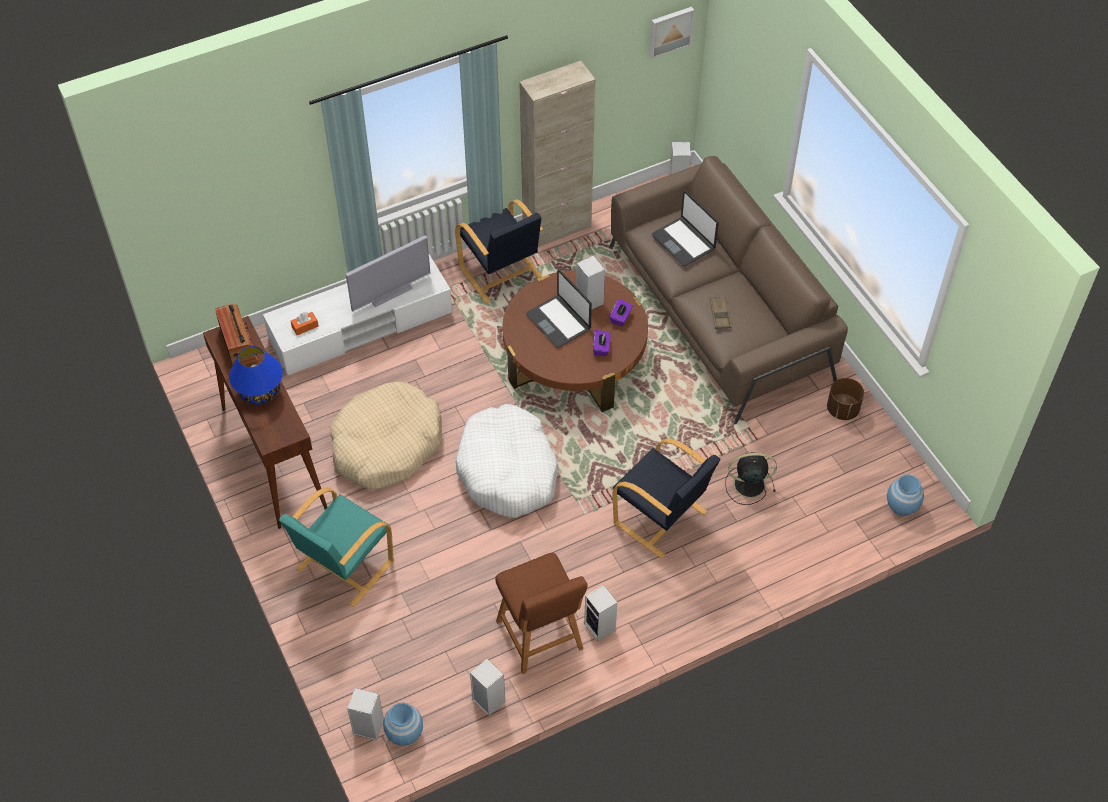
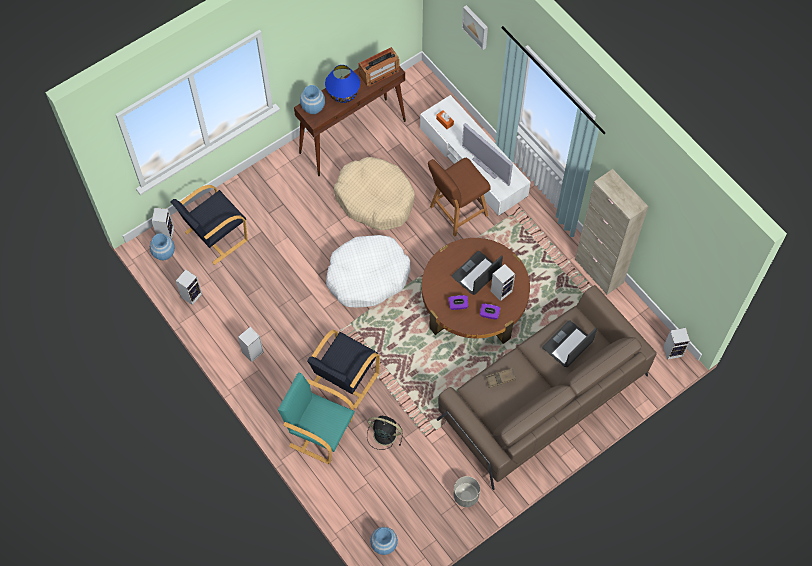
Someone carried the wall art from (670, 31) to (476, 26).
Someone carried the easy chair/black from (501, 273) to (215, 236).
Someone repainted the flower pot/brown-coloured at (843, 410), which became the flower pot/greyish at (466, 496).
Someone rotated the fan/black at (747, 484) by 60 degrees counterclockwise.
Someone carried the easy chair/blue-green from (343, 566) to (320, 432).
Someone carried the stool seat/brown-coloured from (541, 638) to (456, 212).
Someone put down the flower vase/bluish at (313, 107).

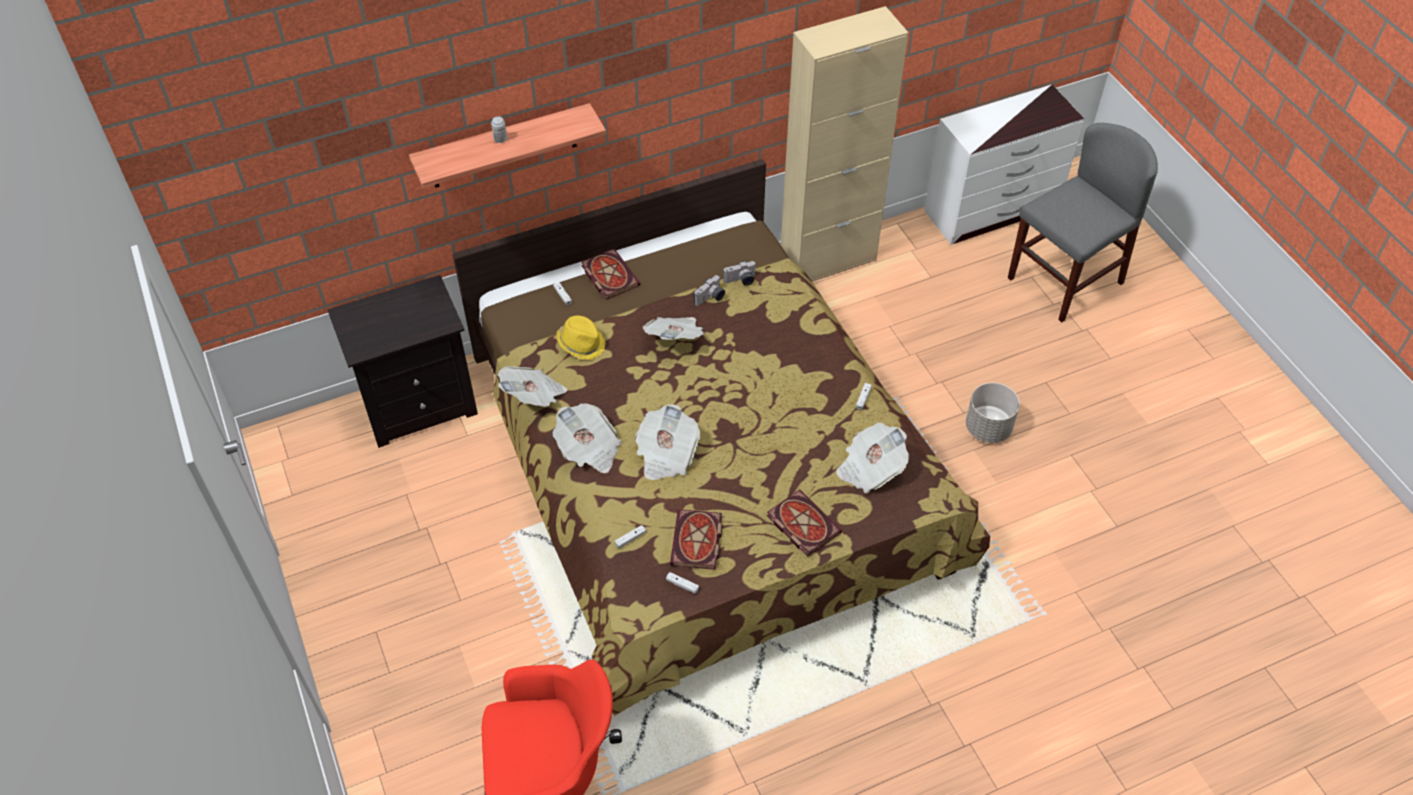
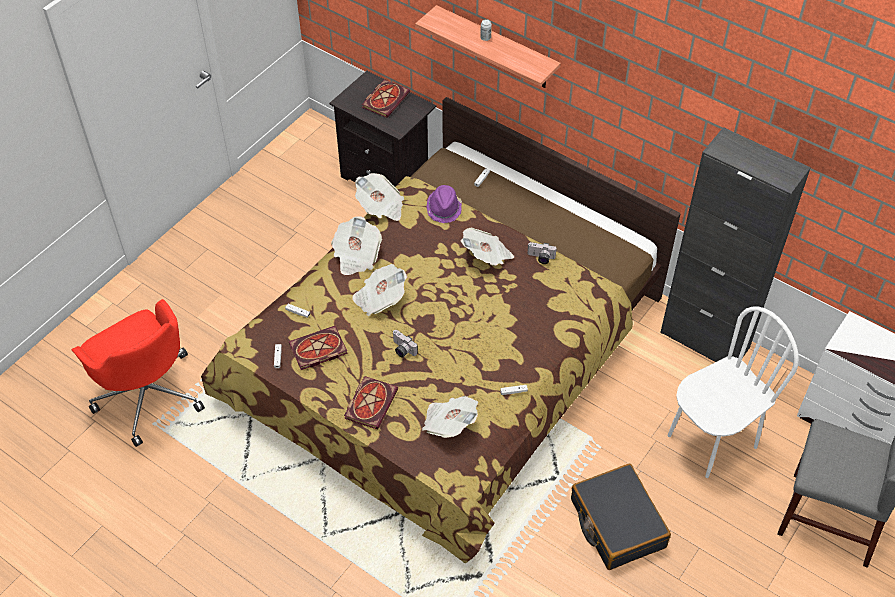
Someone repainted the storage cabinet/sand-coloured at (828, 261), which became the storage cabinet/black at (704, 340).
Someone carried the book from (608, 275) to (385, 99).
Someone carried the still camera from (740, 281) to (402, 350).
Someone repainted the wearable hat/yellow-coloured at (581, 343), which became the wearable hat/purple-coloured at (444, 208).
Someone swapped the flower pot/greyish at (988, 428) for the travel case/black at (617, 523).
Someone put down the plain chair/white-coloured at (711, 440).

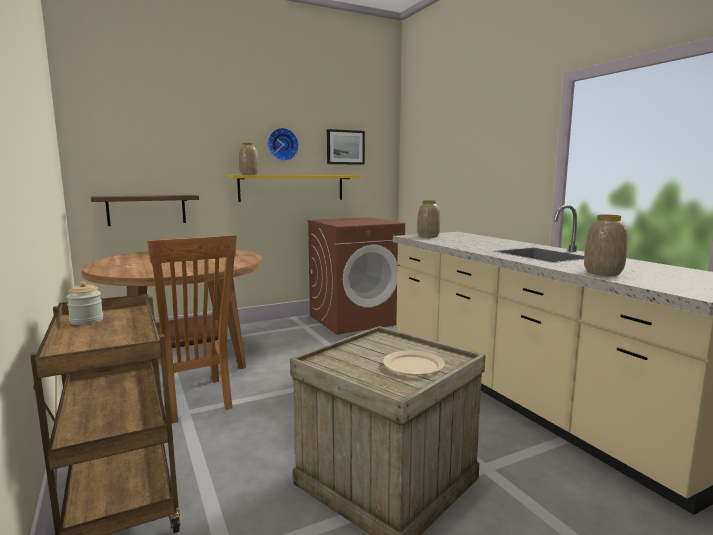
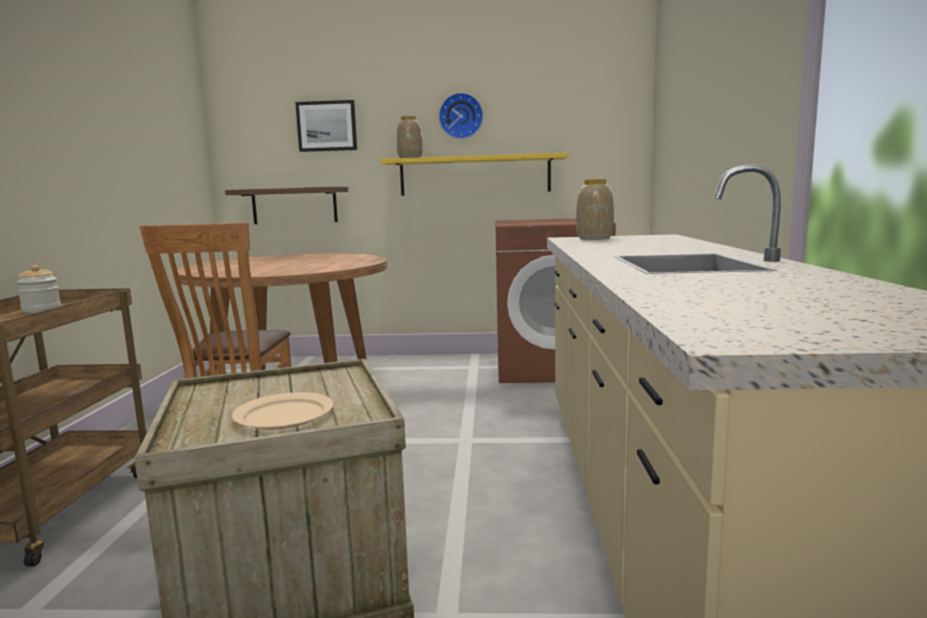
Someone carried the wall art from (345, 147) to (327, 126).
Someone took away the flower vase at (603, 273).

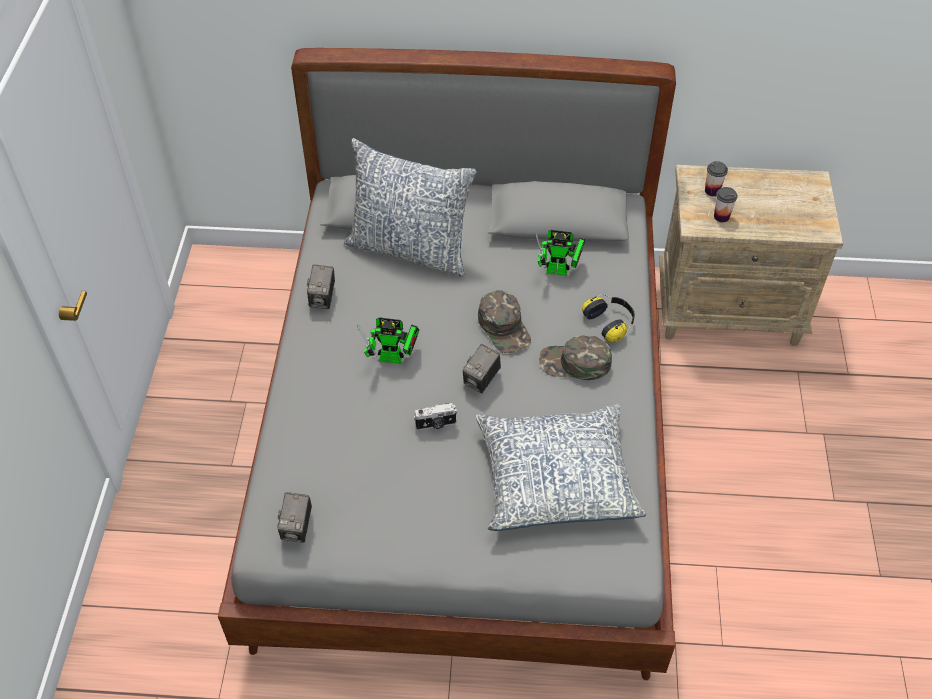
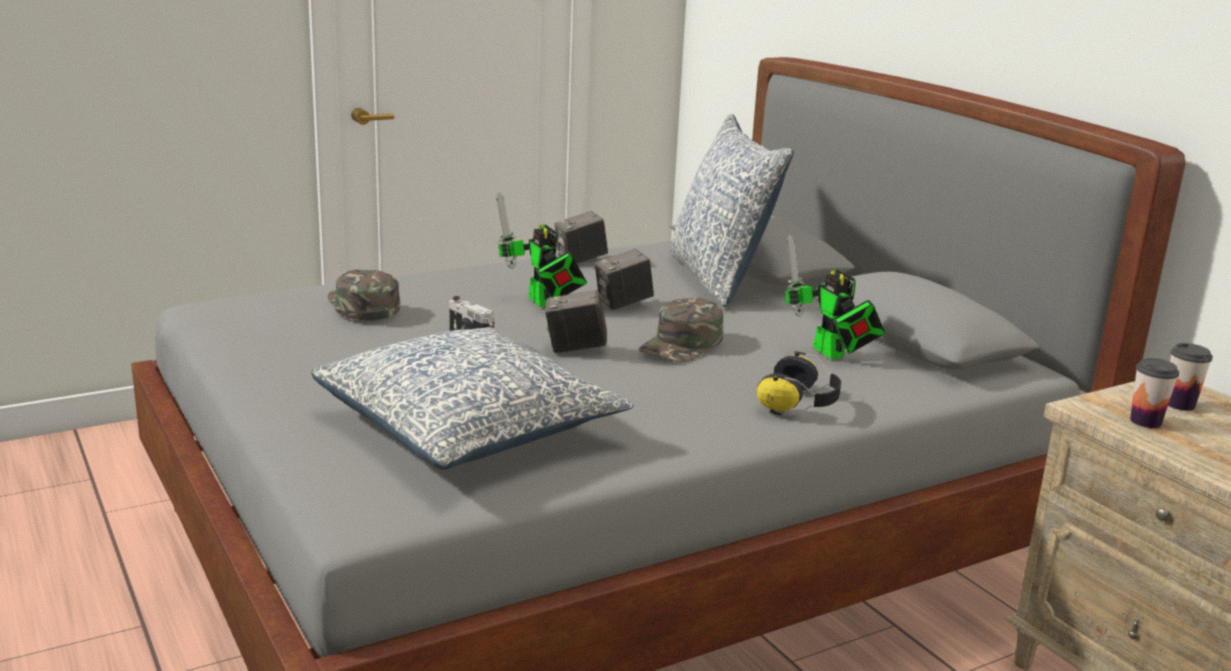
Someone carried the baseball cap/greenish from (574, 363) to (362, 305).
Someone carried the still camera from (297, 528) to (623, 304).

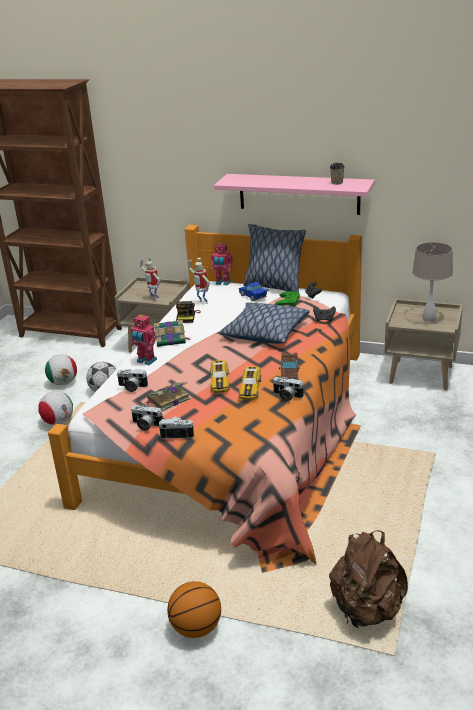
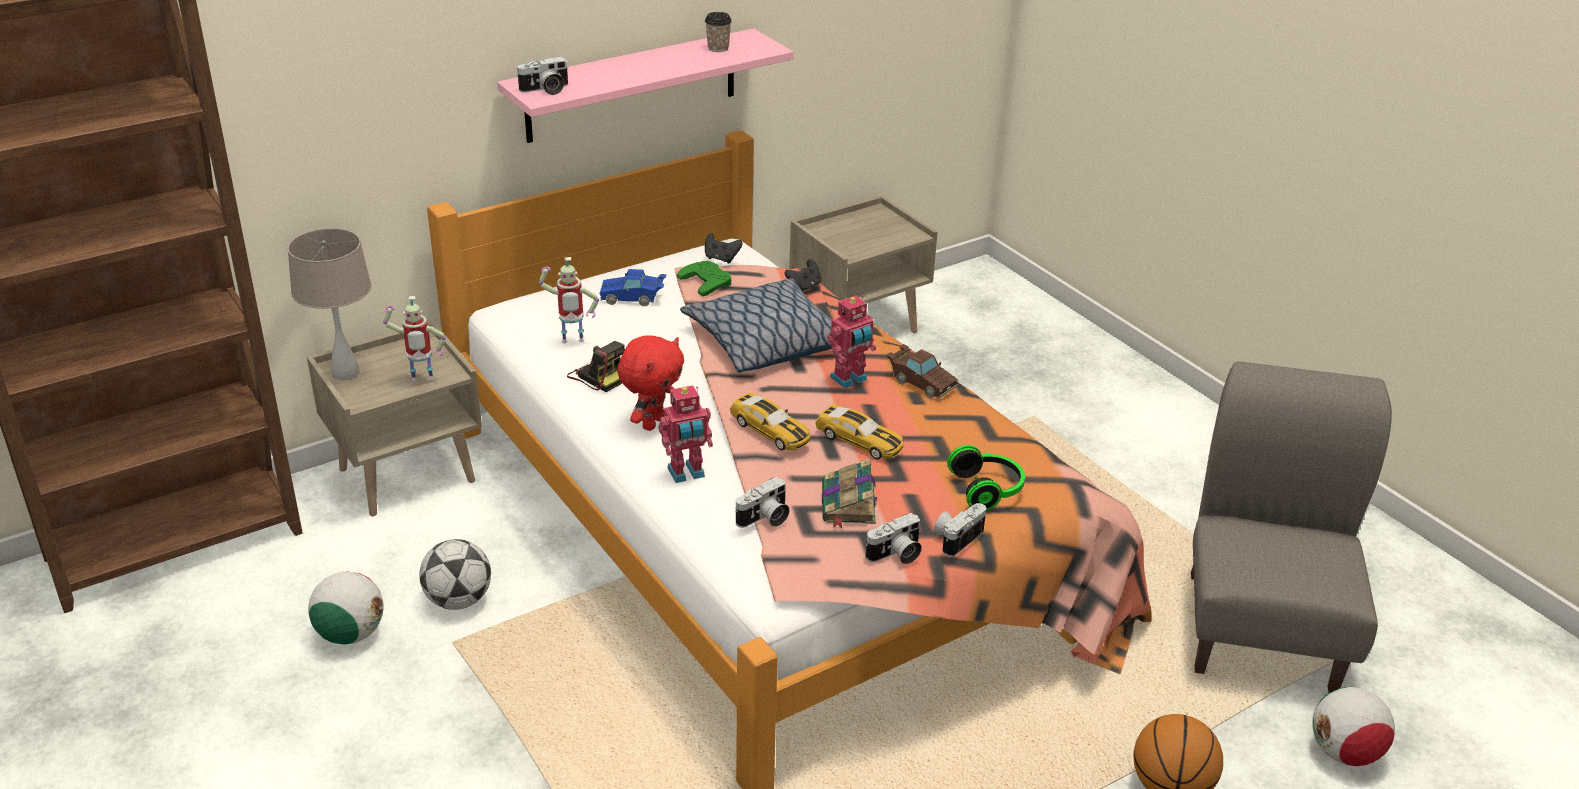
Someone took away the cushion at (273, 286).
Someone carried the table lamp/sand-coloured from (429, 318) to (345, 373).
Someone carried the model robot from (222, 283) to (850, 379).
Someone swapped the book at (171, 340) for the soft toy/reddish at (652, 422).
Someone carried the model car from (250, 388) to (771, 430).
Someone carried the still camera from (287, 396) to (546, 90).
Someone carried the football ball from (58, 422) to (1344, 753).
Someone swapped the rucksack/brown-coloured at (366, 610) for the plain chair/greyish at (1262, 630).
Someone put down the headphones at (988, 490).

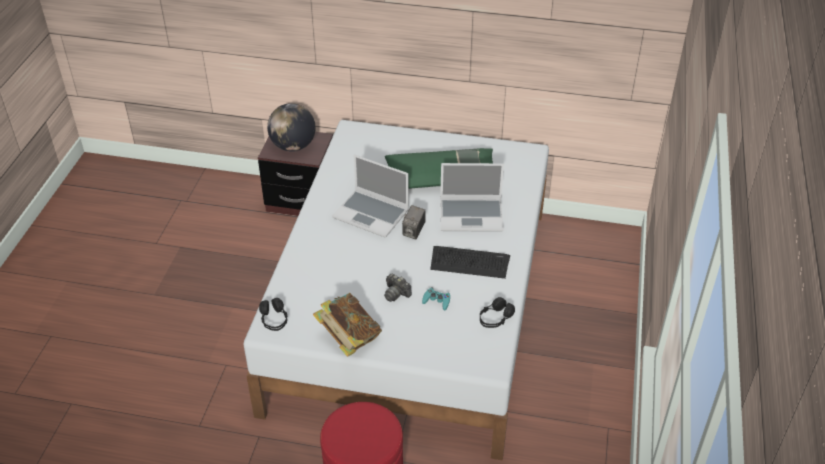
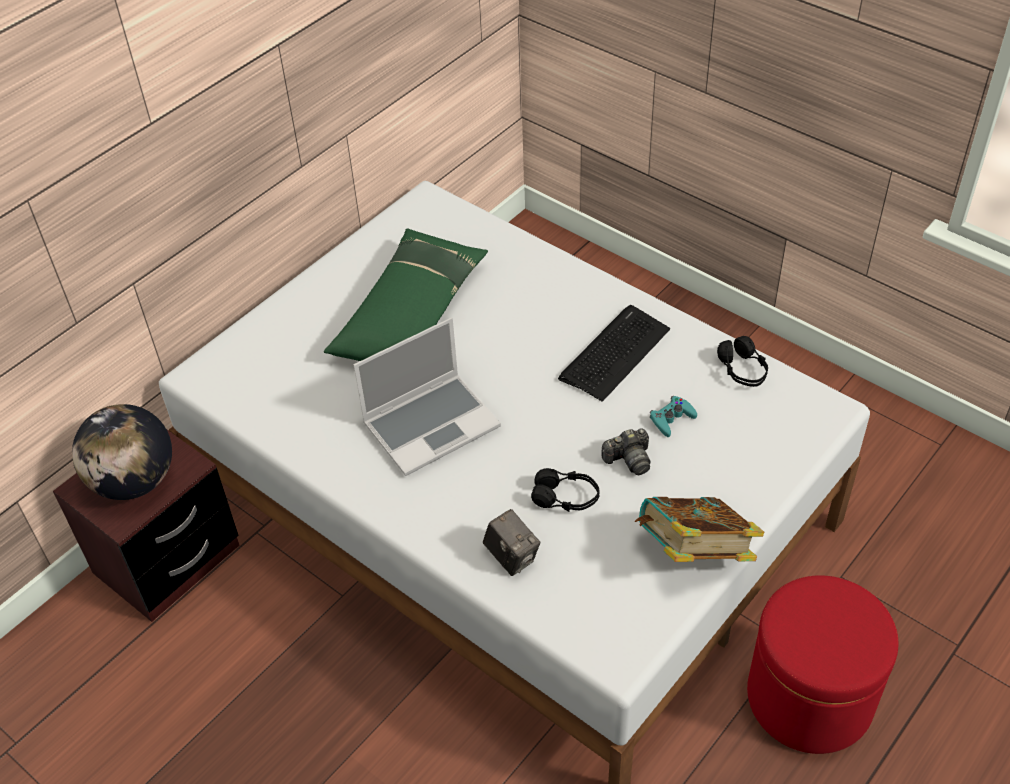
Someone took away the laptop at (472, 215).
Someone carried the still camera from (414, 232) to (511, 557).
Someone carried the headphones/black from (274, 320) to (566, 498).

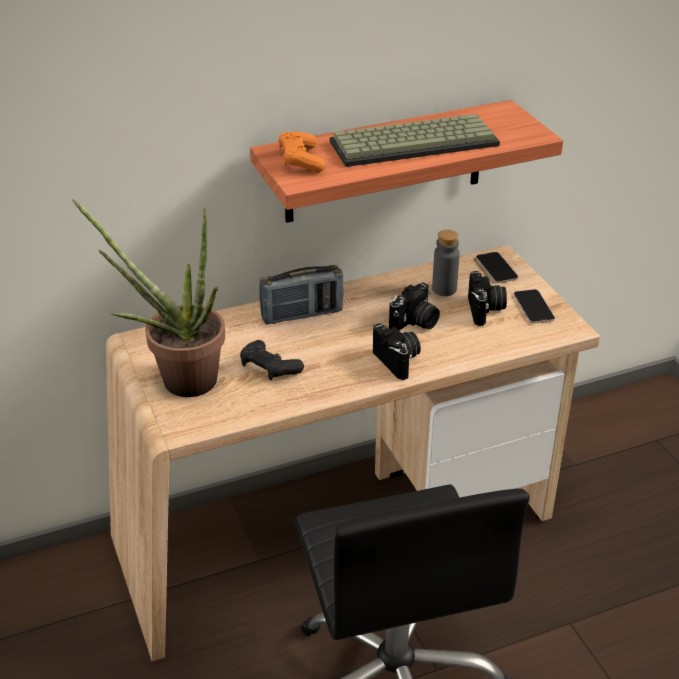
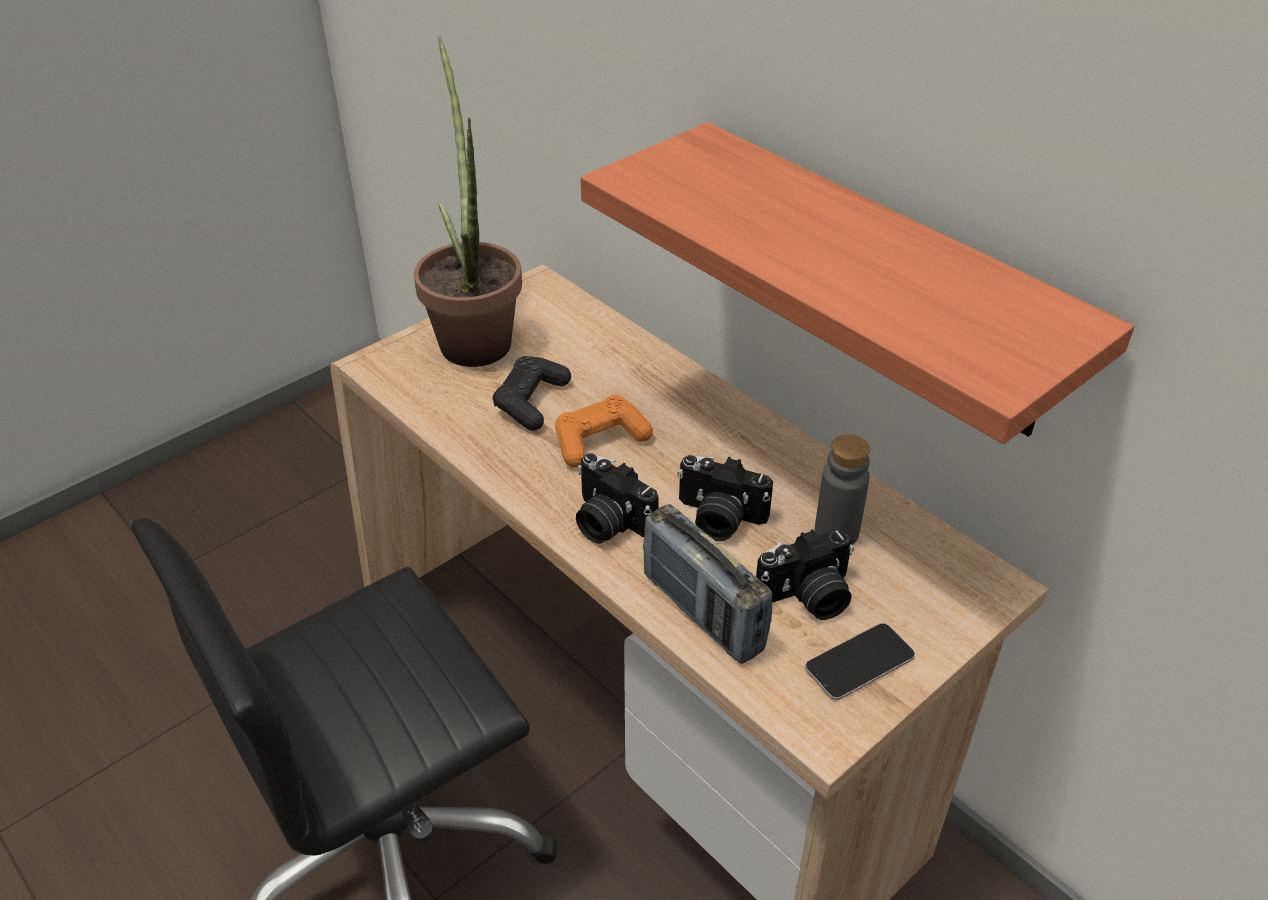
Someone took away the keyboard at (415, 142).
Someone carried the joypad/orange-coloured from (301, 160) to (600, 441).
Someone took away the telephone at (496, 268).
Someone carried the radio set from (302, 315) to (702, 613).
Someone rotated the still camera at (398, 361) by 90 degrees clockwise.

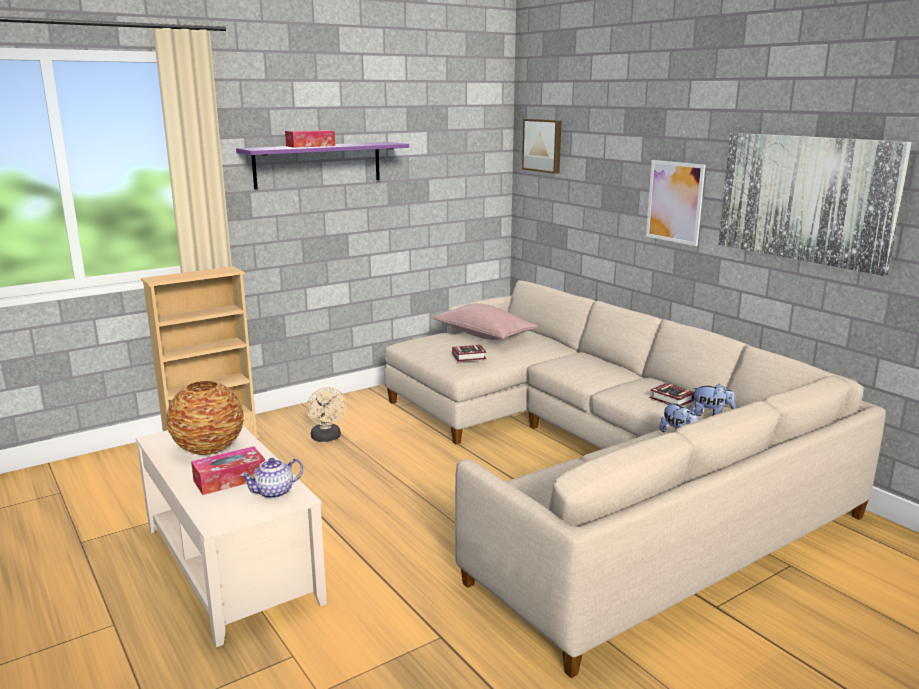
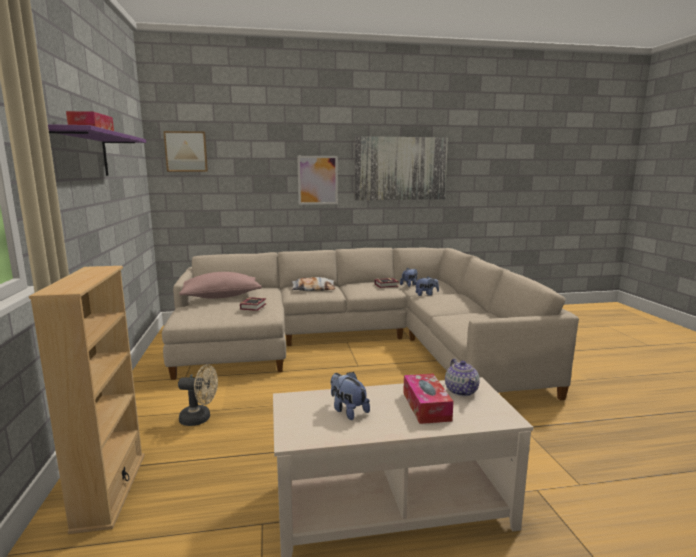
Someone swapped the flower vase at (209, 448) for the soft toy at (348, 411).
Someone put down the cushion at (313, 289).

